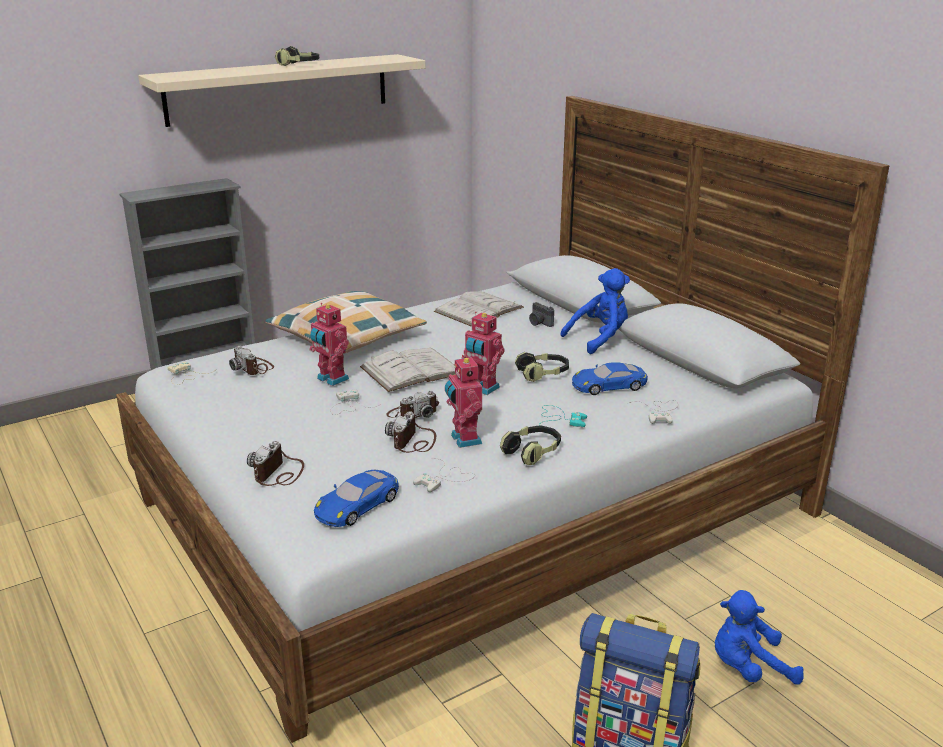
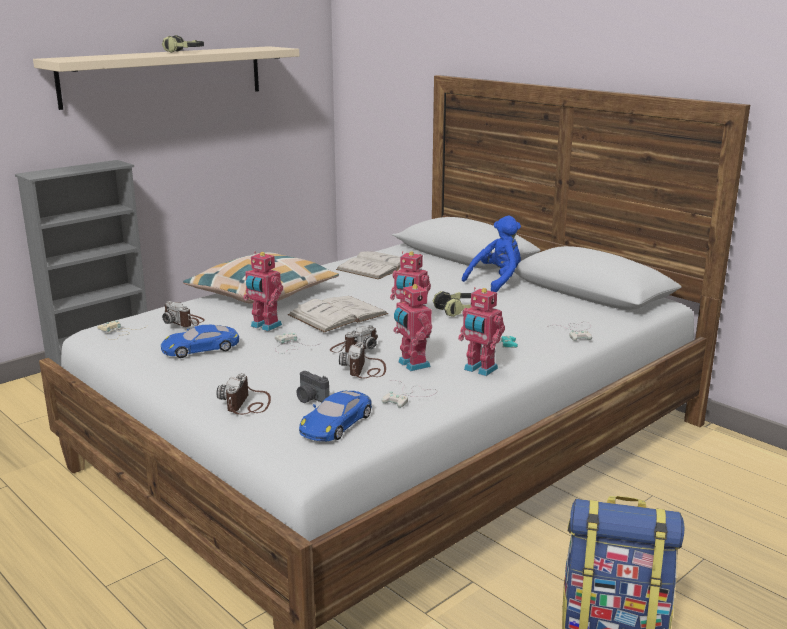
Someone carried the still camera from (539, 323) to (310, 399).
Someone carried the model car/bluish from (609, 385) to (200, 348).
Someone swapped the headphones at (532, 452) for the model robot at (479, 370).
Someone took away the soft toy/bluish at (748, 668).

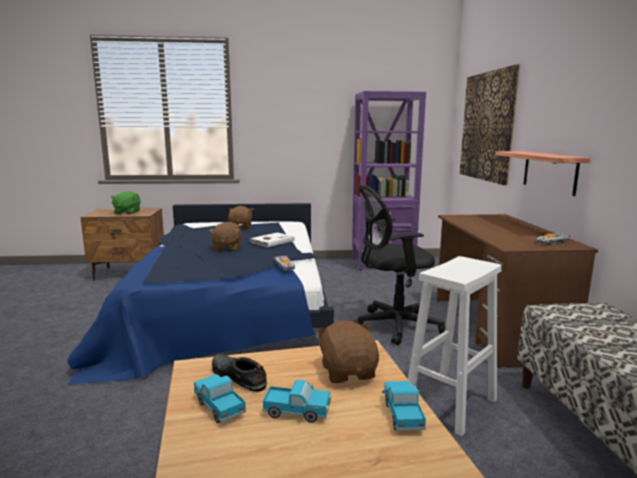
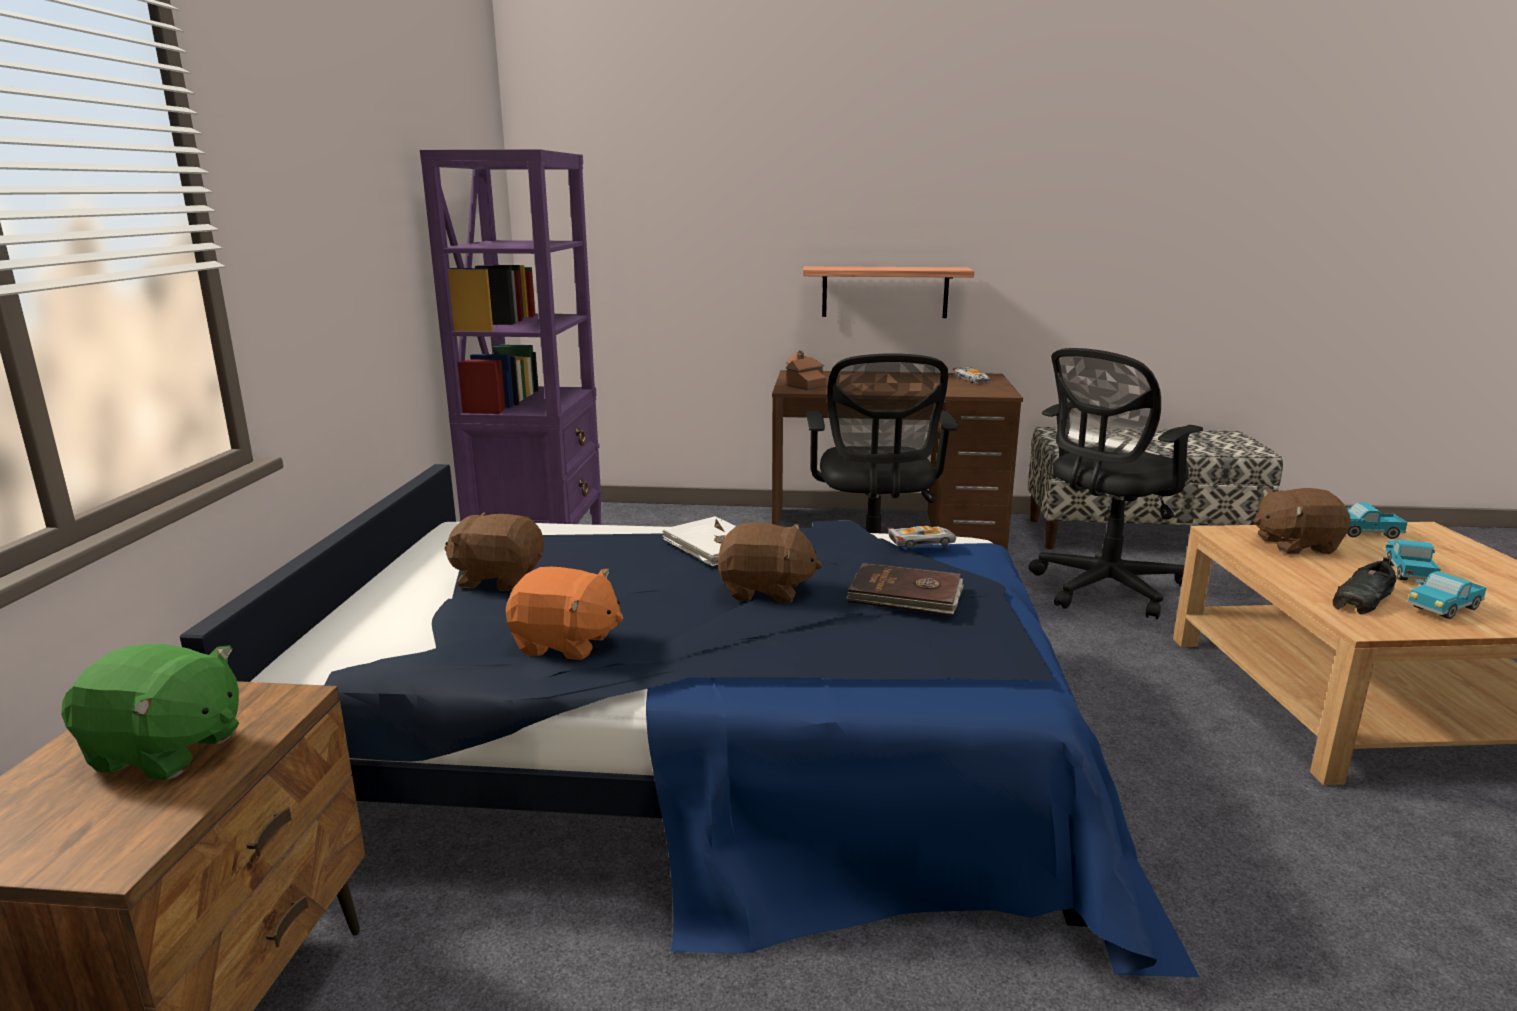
Someone took away the wall art at (487, 126).
Someone swapped the stool seat/white-coloured at (451, 403) for the desk chair/black at (1102, 590).
Someone put down the miniature house at (803, 384).
Someone put down the book/brown-coloured at (905, 595).
Someone put down the soft toy/orange-coloured at (566, 644).

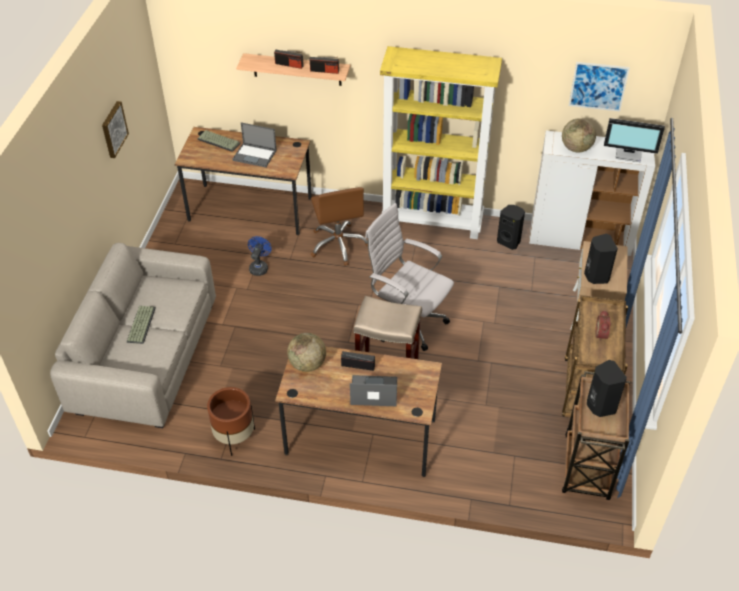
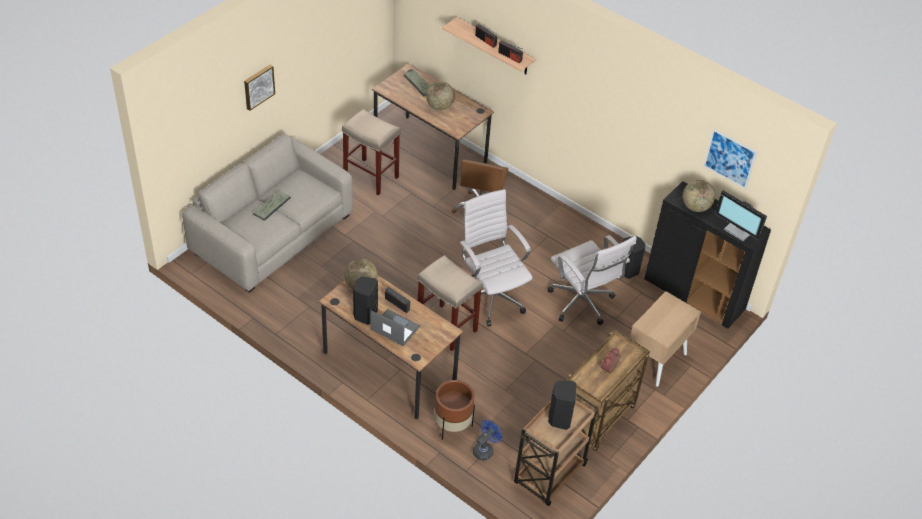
Someone took away the bookshelf/yellow-coloured at (433, 222).
Someone carried the wall art from (113, 129) to (258, 86).
Someone swapped the laptop at (255, 155) for the desk globe at (440, 106).
Someone repainted the storage cabinet/white-coloured at (580, 239), which became the storage cabinet/black at (694, 295).
Someone carried the loudspeaker/black from (595, 276) to (365, 314).
Someone carried the fan/bluish from (259, 267) to (485, 450).
Someone carried the flower pot/brown-coloured from (234, 437) to (452, 425).
Someone put down the stool seat/sand-coloured at (370, 176).
Someone put down the desk chair/white-coloured at (582, 304).

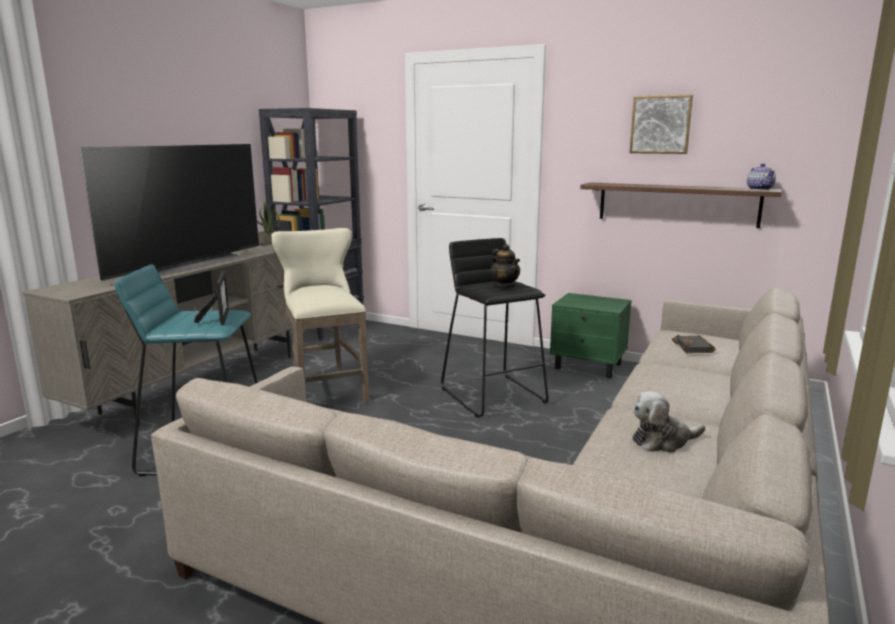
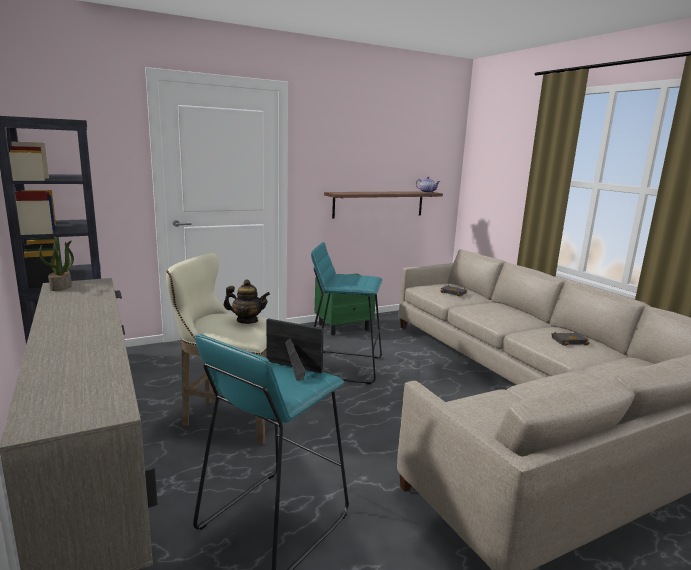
Someone took away the wall art at (661, 124).
Someone took away the TV at (184, 265).
Someone repainted the stool seat/black at (493, 395), which became the stool seat/blue-green at (343, 366).
Someone carried the pot for tea from (505, 286) to (247, 321).
Someone swapped the soft toy at (663, 441) for the book/black at (569, 341).

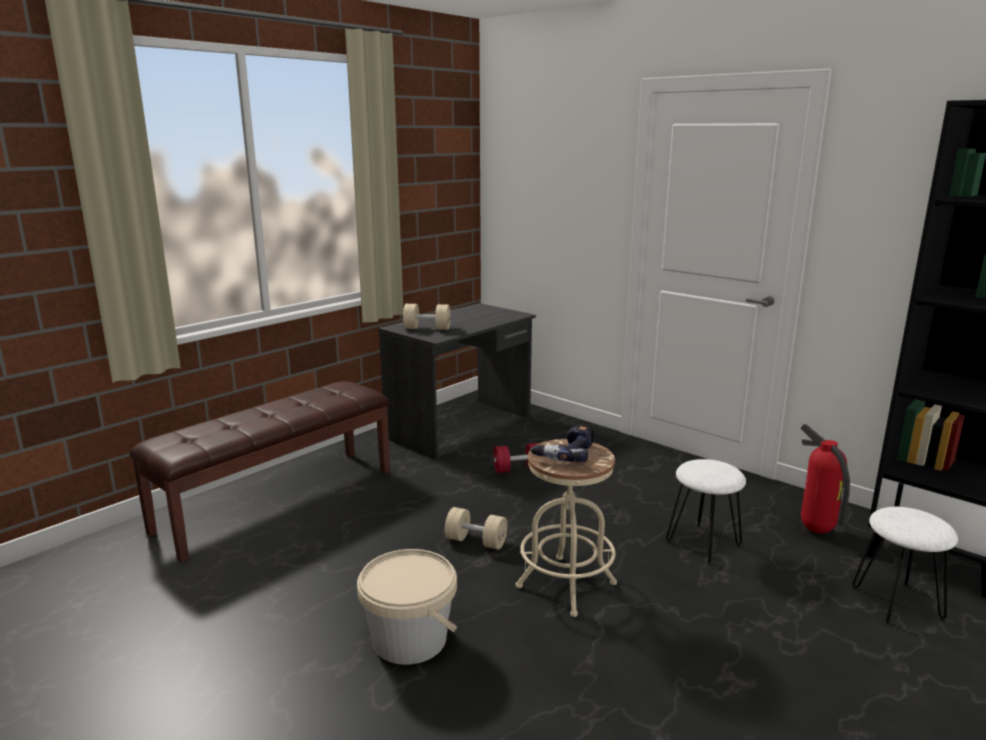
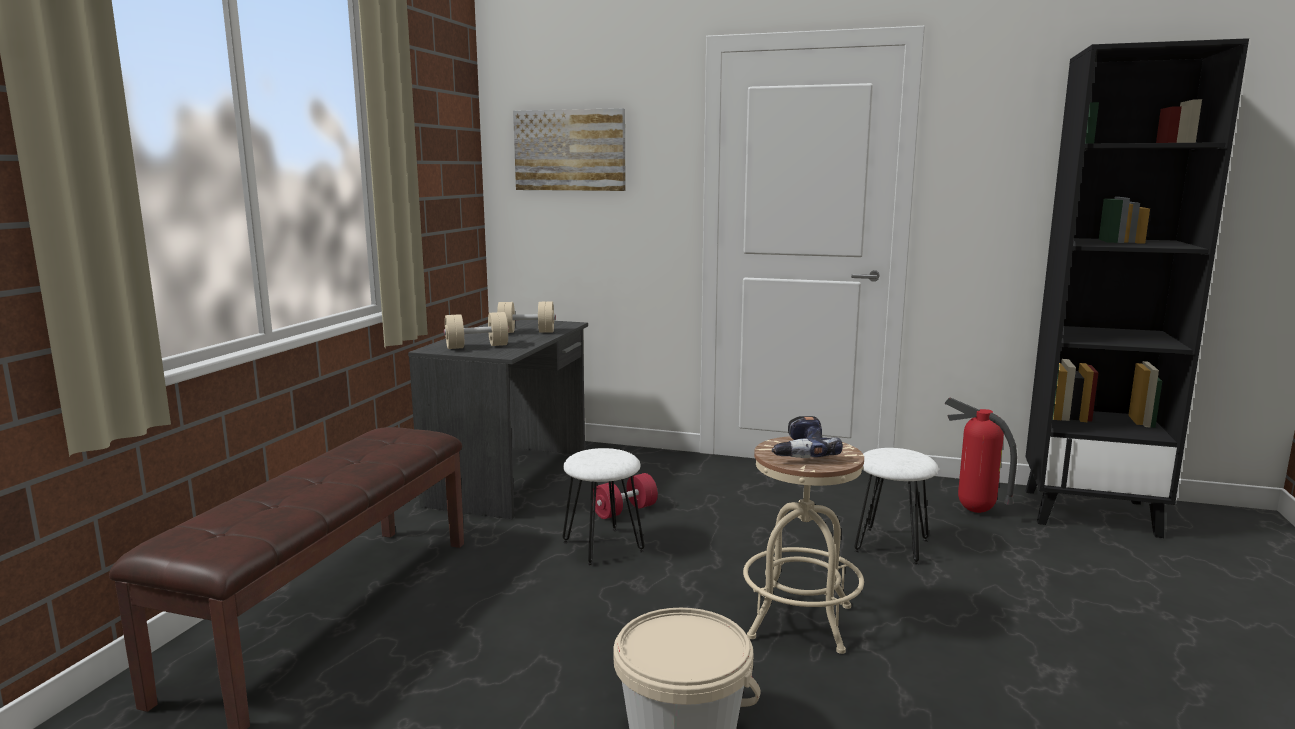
Someone carried the free weight/sand-coloured from (476, 541) to (526, 332).
Someone carried the stool seat/white-coloured from (897, 604) to (603, 546).
Someone put up the wall art at (570, 150).

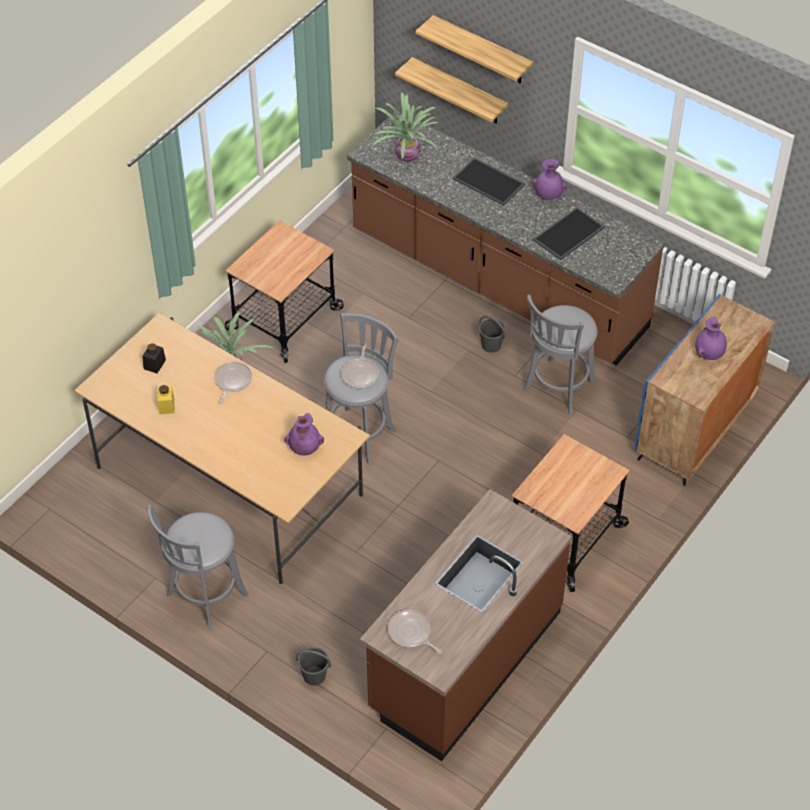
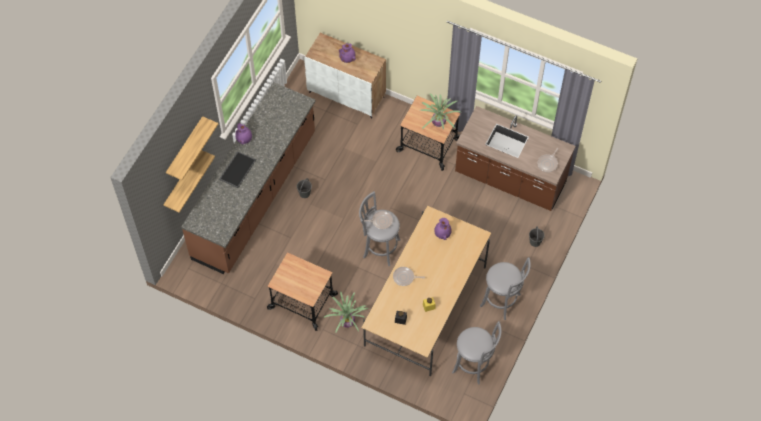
Someone carried the potted plant from (407, 155) to (438, 123).
Someone took away the carrying tray at (569, 235).
Someone repainted the storage cabinet/bluish at (695, 430), which became the storage cabinet/white-coloured at (347, 94).
Someone carried the stool seat/greyish from (557, 389) to (474, 365).

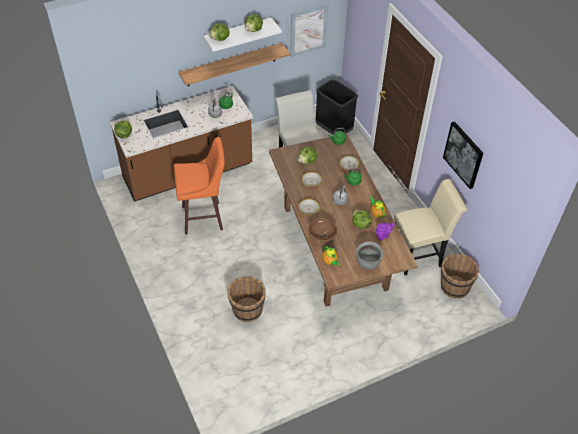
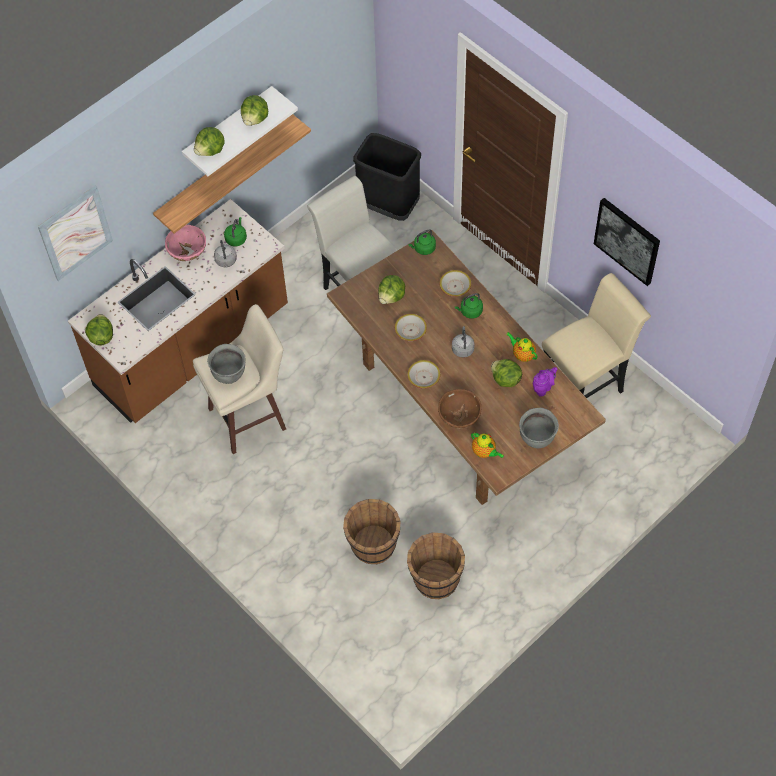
Someone carried the wall art from (308, 30) to (75, 233).
Someone repainted the stool seat/orange-coloured at (204, 218), which became the stool seat/sand-coloured at (250, 418).
Someone carried the bucket/brown-coloured from (454, 287) to (435, 579).
Someone put down the bowl/pink at (188, 252).
Someone put down the cooking pot/greyish at (229, 373).

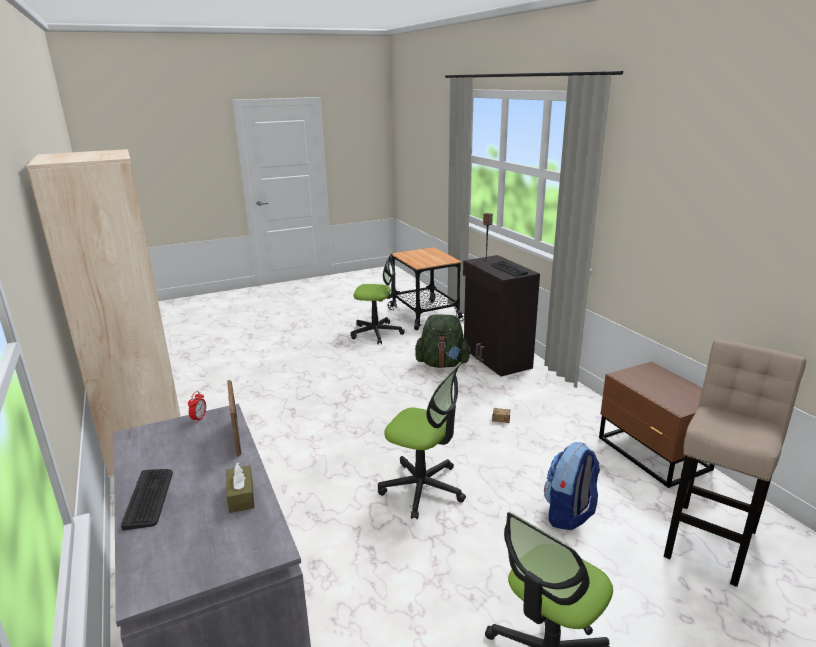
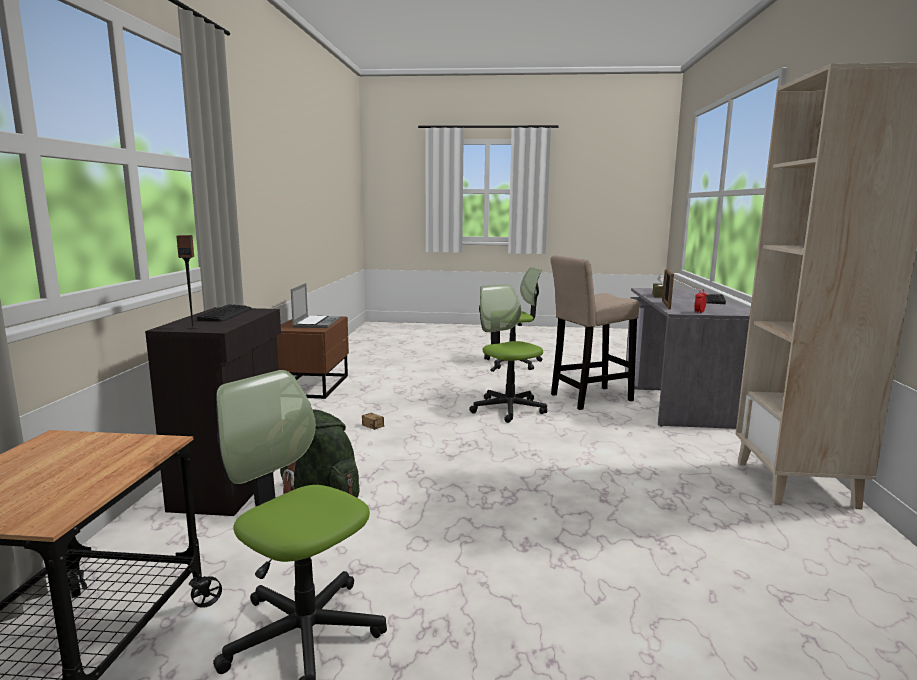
Someone carried the stool seat/sand-coloured from (711, 539) to (588, 398).
Someone took away the rucksack at (569, 514).
Someone put down the laptop at (316, 323).

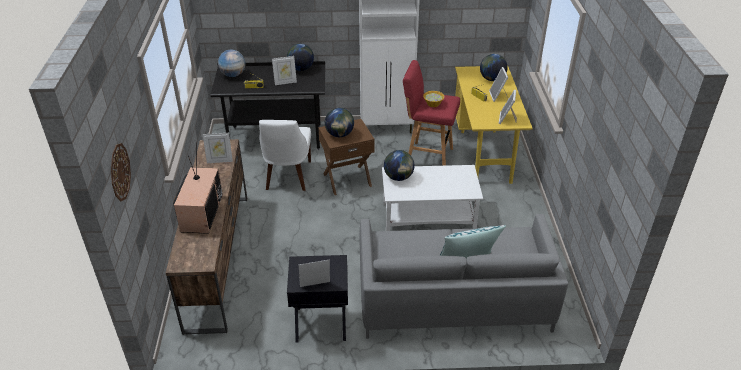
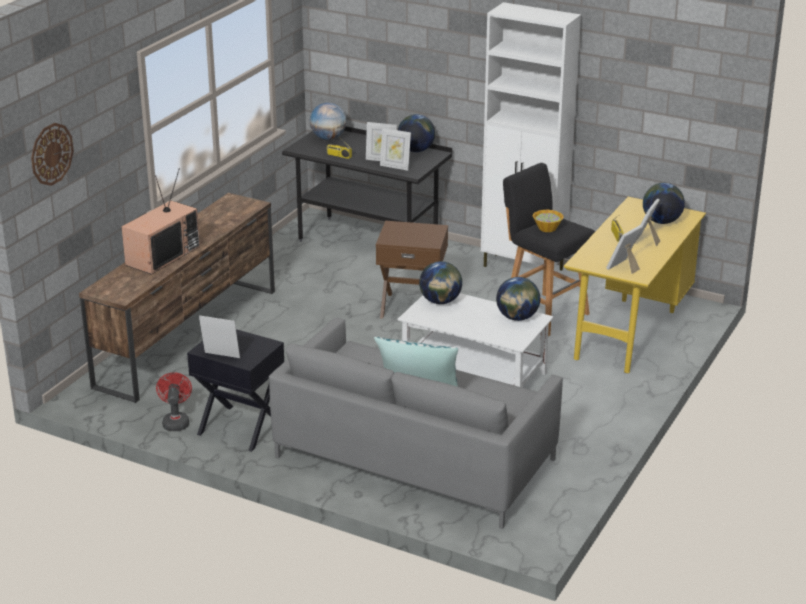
Someone repainted the stool seat/reddish at (427, 157), which became the stool seat/black at (543, 313).
Someone carried the desk globe from (339, 134) to (517, 317).
Someone took away the plain chair/white-coloured at (287, 177).
Someone carried the standing frame from (220, 160) to (395, 166).
Someone put down the fan/reddish at (176, 421).

